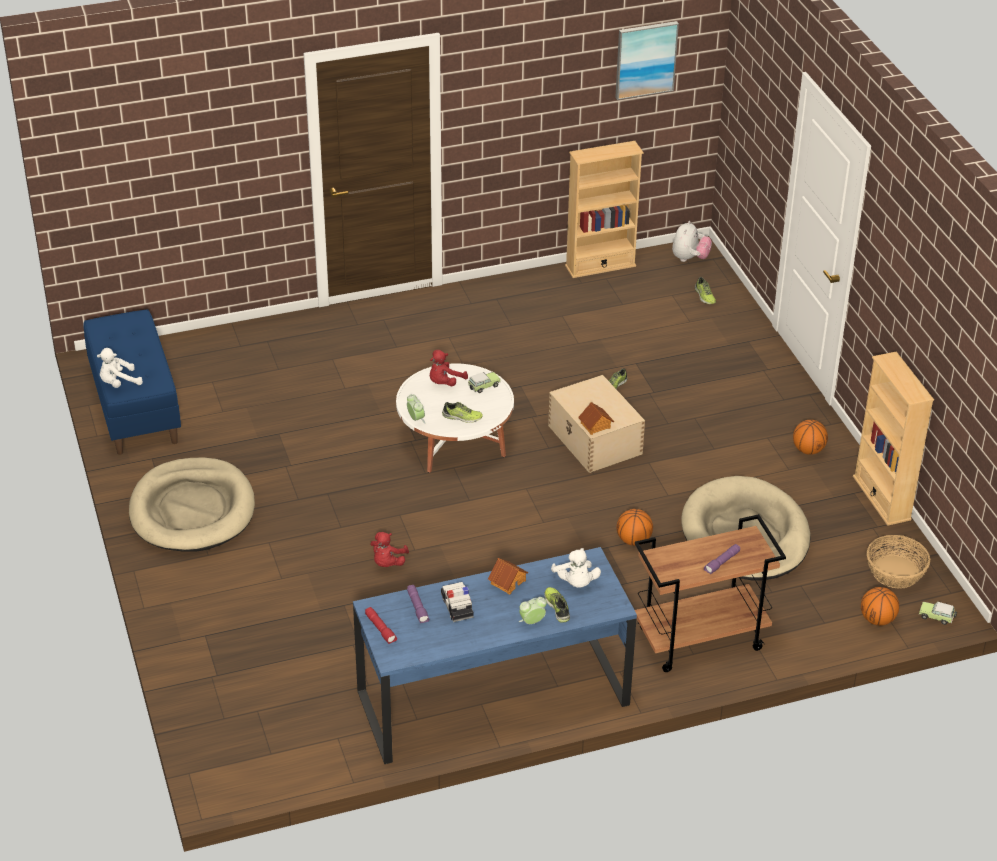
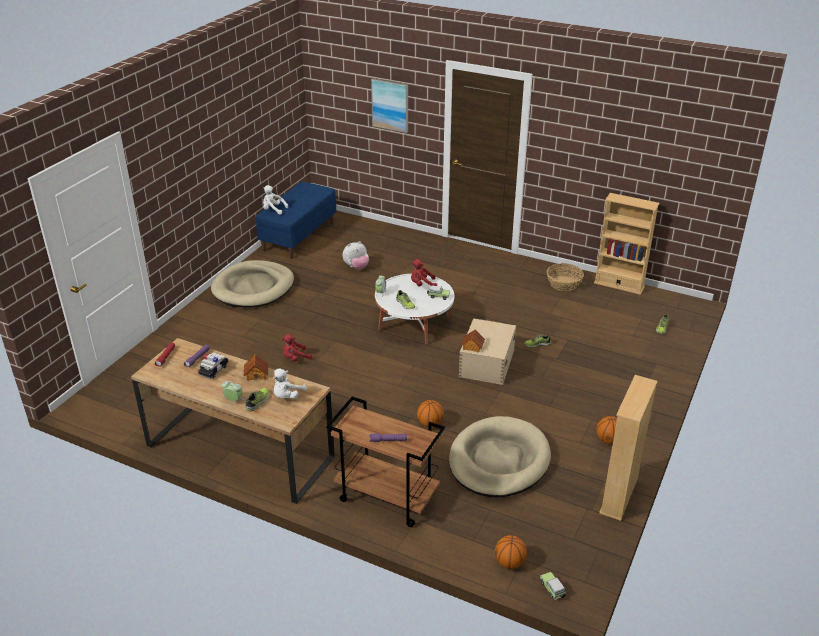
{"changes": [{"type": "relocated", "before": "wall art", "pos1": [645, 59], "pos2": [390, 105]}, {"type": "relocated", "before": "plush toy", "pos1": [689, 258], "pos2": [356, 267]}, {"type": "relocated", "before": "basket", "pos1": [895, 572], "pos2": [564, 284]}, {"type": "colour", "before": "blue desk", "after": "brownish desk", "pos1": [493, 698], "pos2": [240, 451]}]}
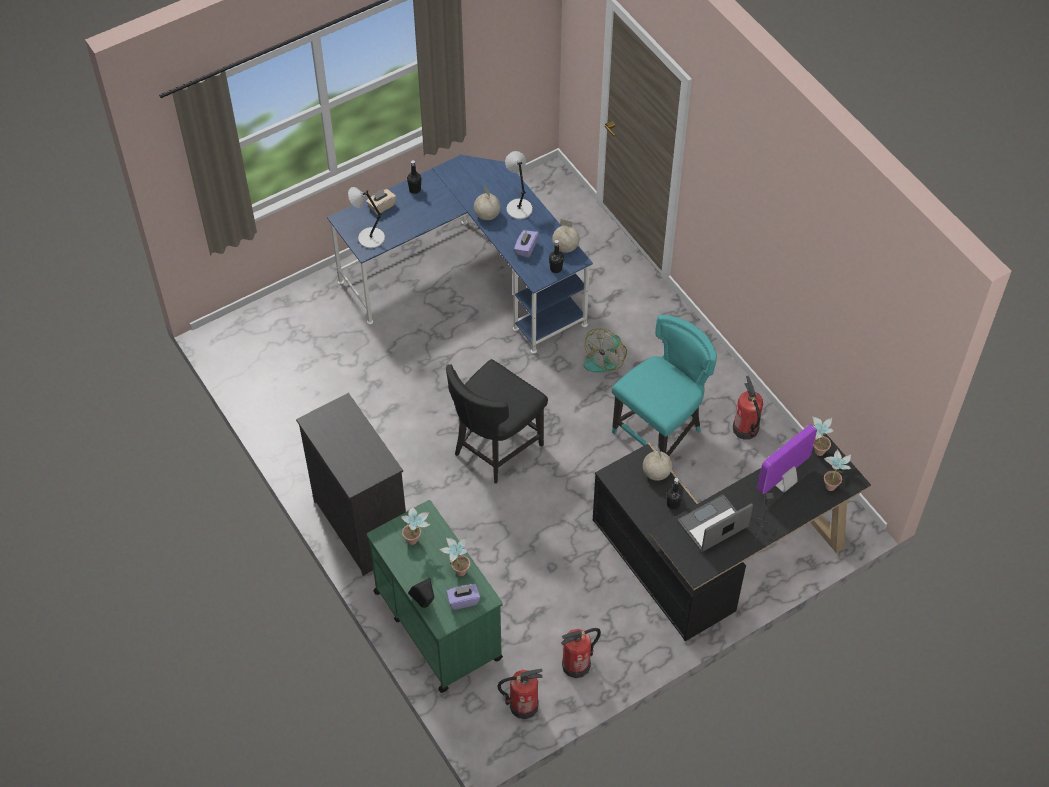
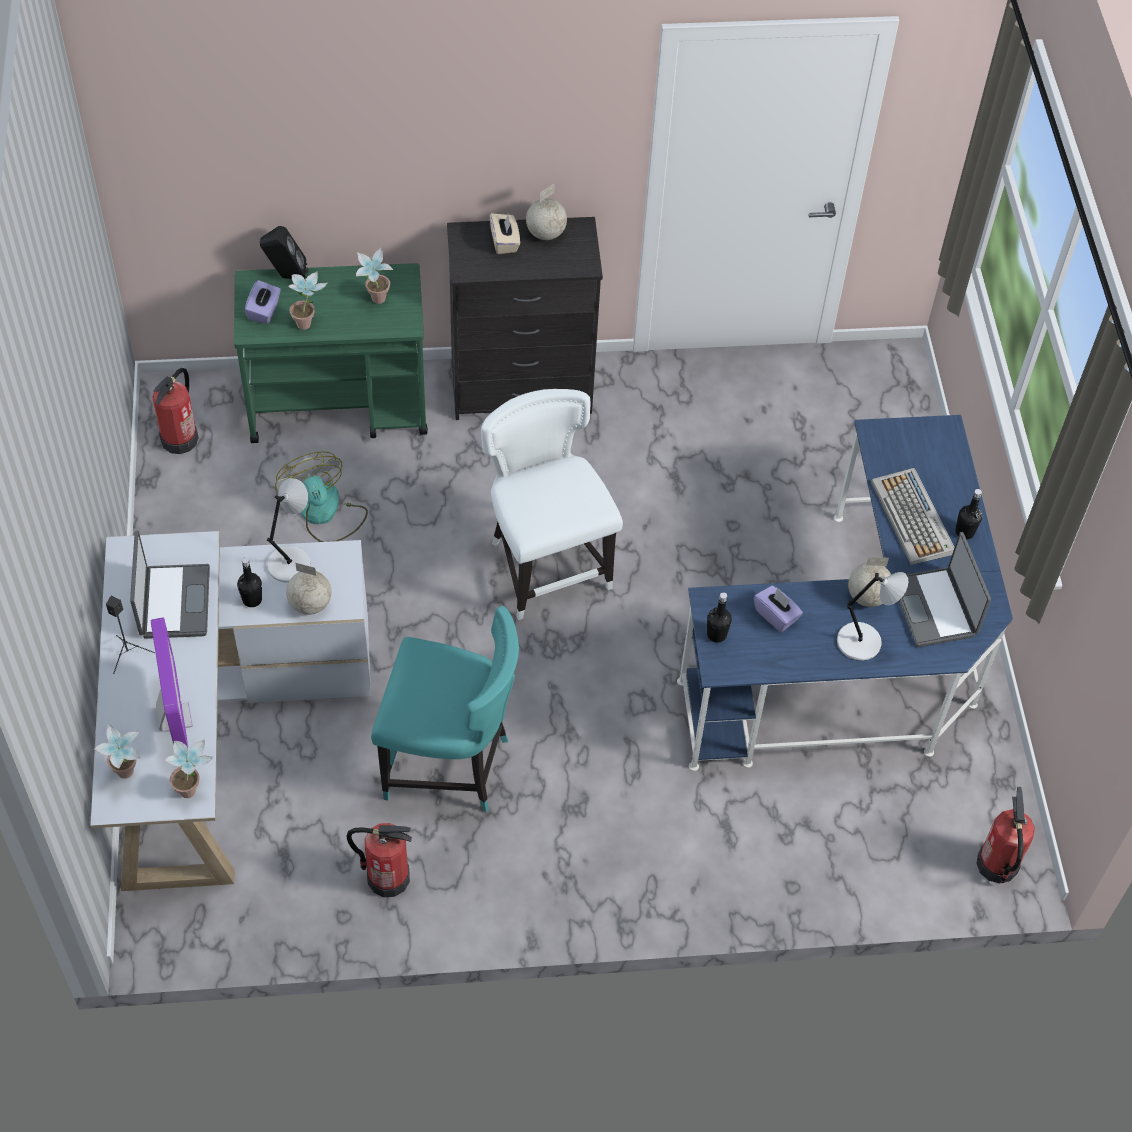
{"changes": [{"type": "appeared", "after": "keyboard", "pos2": [913, 518]}, {"type": "appeared", "after": "notebook computer", "pos2": [935, 608]}, {"type": "relocated", "before": "gray lamp for a table", "pos1": [369, 238], "pos2": [290, 563]}, {"type": "relocated", "before": "beige-coloured box of tissues", "pos1": [381, 206], "pos2": [504, 242]}, {"type": "relocated", "before": "desk globe", "pos1": [565, 248], "pos2": [545, 233]}, {"type": "relocated", "before": "fire extinguisher", "pos1": [576, 665], "pos2": [997, 865]}, {"type": "relocated", "before": "fan", "pos1": [606, 358], "pos2": [325, 514]}, {"type": "colour", "before": "black-coloured plain chair", "after": "white-coloured plain chair", "pos1": [495, 448], "pos2": [546, 565]}, {"type": "colour", "before": "black-coloured desk", "after": "white-coloured desk", "pos1": [717, 558], "pos2": [217, 730]}, {"type": "spun", "before": "turquoise-coloured plain chair", "pos1": [660, 433], "pos2": [449, 765], "turn": -60}]}
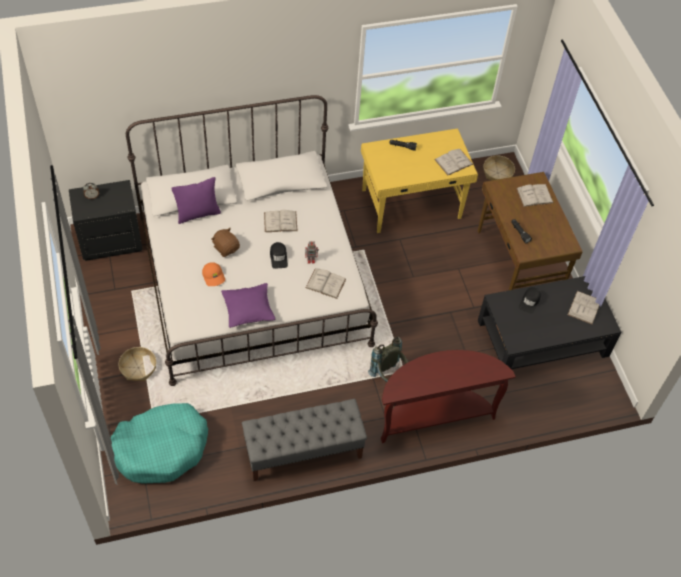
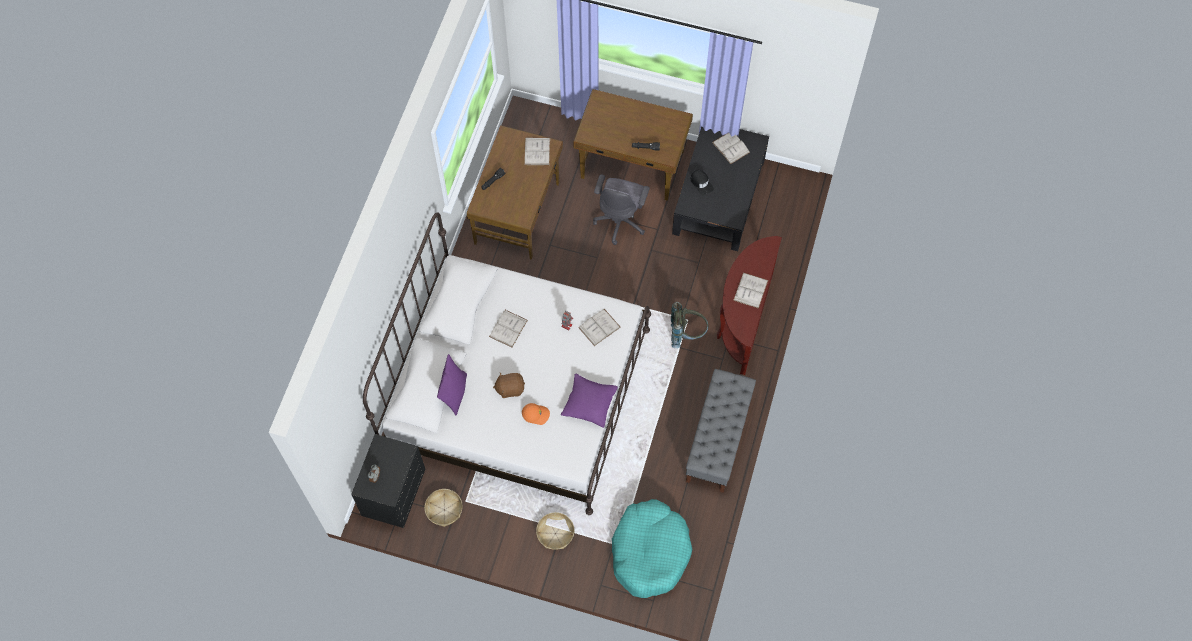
{"changes": [{"type": "missing", "before": "black-coloured peaked cap", "pos1": [278, 257]}, {"type": "appeared", "after": "gray computer chair", "pos2": [620, 221]}, {"type": "relocated", "before": "basket", "pos1": [497, 173], "pos2": [444, 510]}, {"type": "relocated", "before": "white-coloured bound book", "pos1": [534, 195], "pos2": [750, 290]}, {"type": "colour", "before": "yellow desk", "after": "brownish desk", "pos1": [412, 204], "pos2": [518, 213]}]}
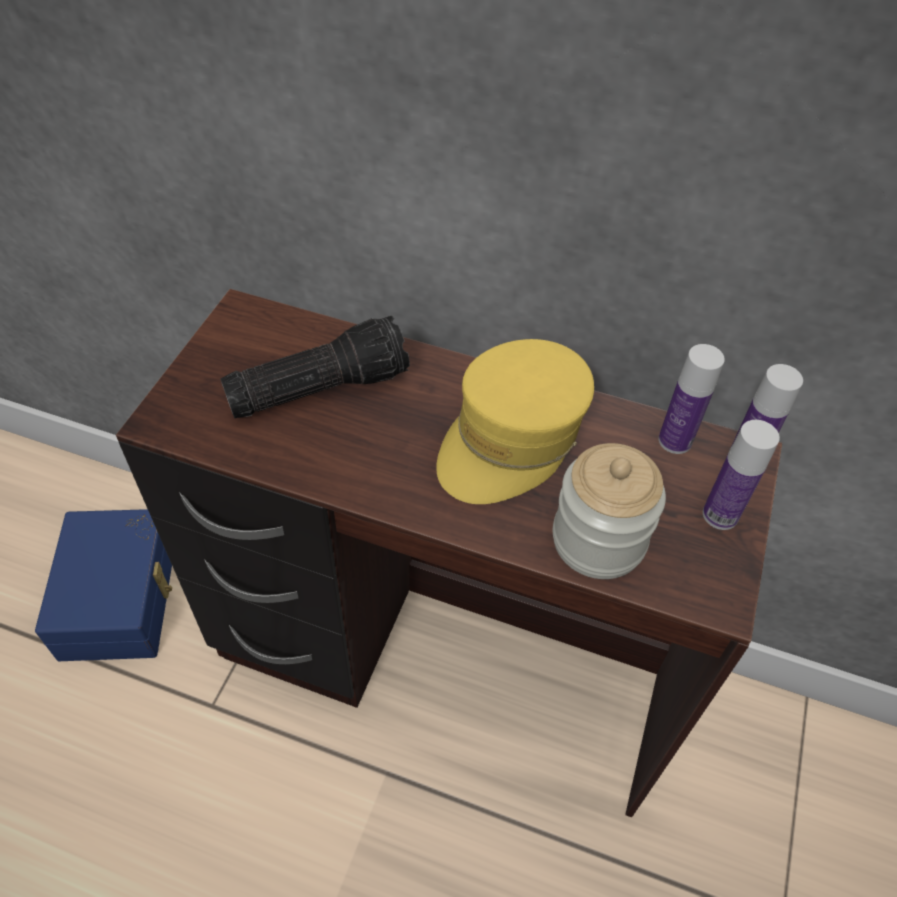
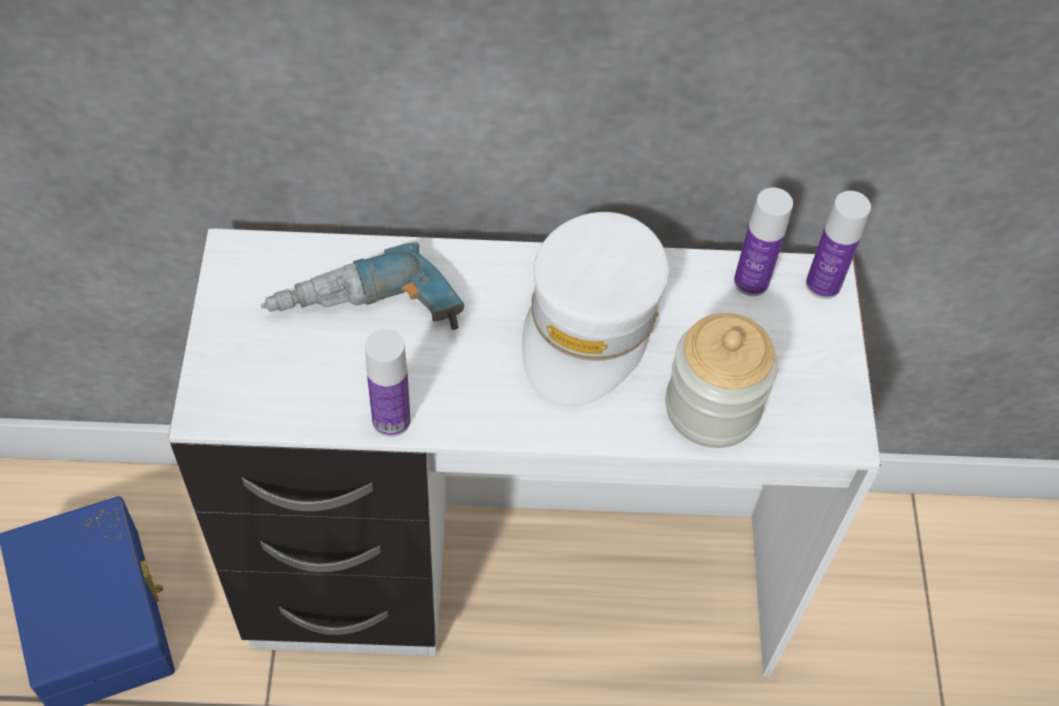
{"changes": [{"type": "relocated", "before": "drink bottle", "pos1": [720, 515], "pos2": [391, 420]}, {"type": "exchanged", "before": "hand torch", "after": "electric drill", "pos1": [319, 386], "pos2": [365, 320]}, {"type": "colour", "before": "brownish desk", "after": "white-coloured desk", "pos1": [441, 667], "pos2": [514, 582]}, {"type": "colour", "before": "yellow peaked cap", "after": "white-coloured peaked cap", "pos1": [512, 438], "pos2": [590, 324]}]}
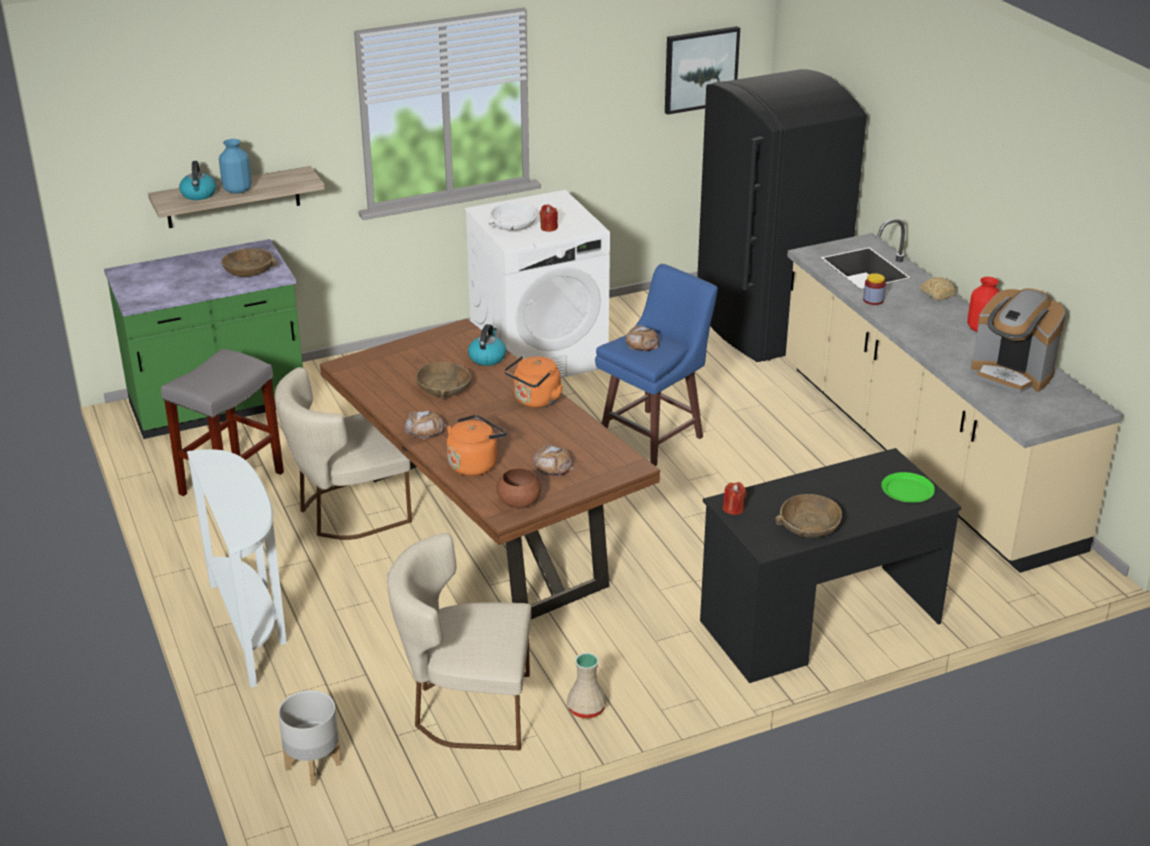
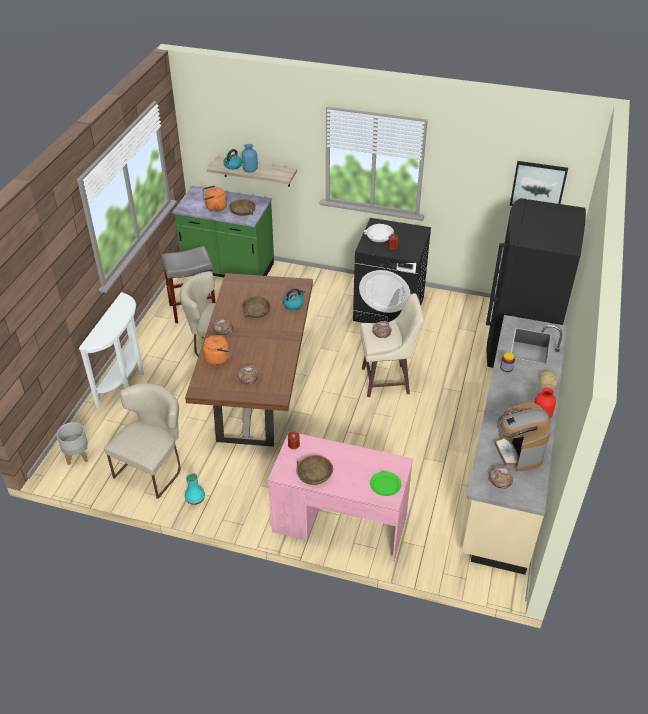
{"changes": [{"type": "missing", "before": "brownish bowl", "pos1": [519, 503]}, {"type": "appeared", "after": "bakery bread", "pos2": [501, 478]}, {"type": "relocated", "before": "orangey water kettle", "pos1": [535, 401], "pos2": [214, 207]}, {"type": "colour", "before": "white-coloured laundry appliance", "after": "black-coloured laundry appliance", "pos1": [539, 355], "pos2": [389, 308]}, {"type": "colour", "before": "beige-coloured vase", "after": "turquoise-coloured vase", "pos1": [587, 709], "pos2": [195, 499]}, {"type": "colour", "before": "blue stool seat", "after": "beige-coloured stool seat", "pos1": [654, 437], "pos2": [387, 381]}, {"type": "colour", "before": "black-coloured desk", "after": "pinkish desk", "pos1": [819, 622], "pos2": [339, 523]}, {"type": "spun", "before": "beige-coloured plain chair", "pos1": [465, 709], "pos2": [153, 468], "turn": 75}]}
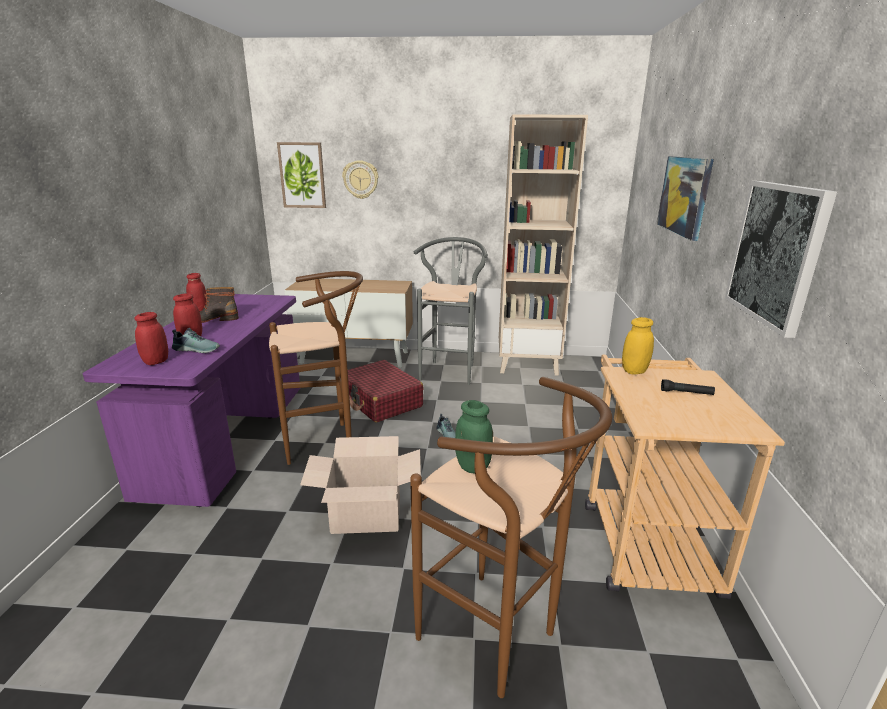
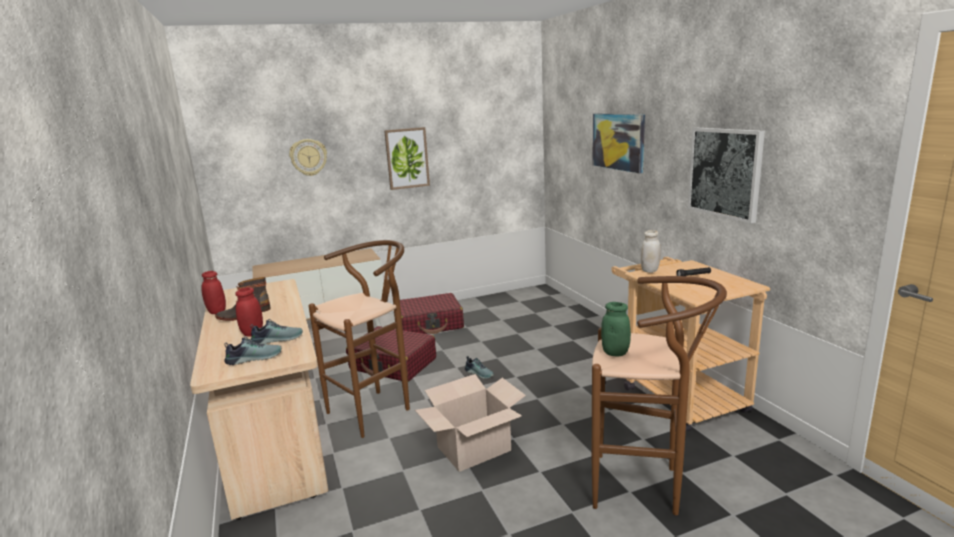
{"changes": [{"type": "missing", "before": "beige-coloured bookcase", "pos1": [528, 364]}, {"type": "relocated", "before": "wall art", "pos1": [302, 175], "pos2": [407, 158]}, {"type": "exchanged", "before": "red storage jar", "after": "shoe", "pos1": [156, 362], "pos2": [254, 358]}, {"type": "exchanged", "before": "gray stool seat", "after": "red piece of luggage", "pos1": [450, 370], "pos2": [430, 324]}, {"type": "colour", "before": "purple desk", "after": "beige-coloured desk", "pos1": [229, 437], "pos2": [275, 436]}, {"type": "colour", "before": "yellow storage jar", "after": "white-coloured storage jar", "pos1": [634, 371], "pos2": [650, 270]}]}
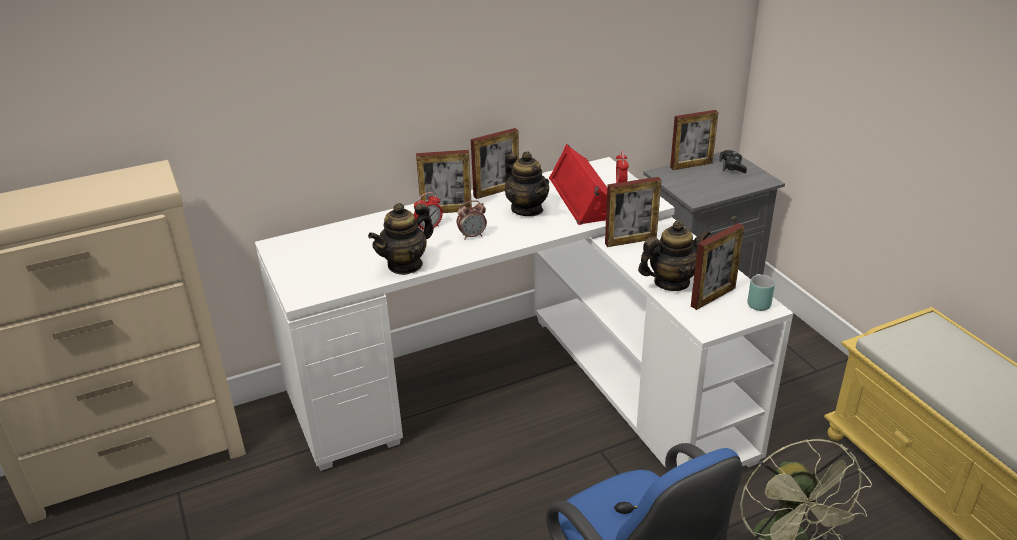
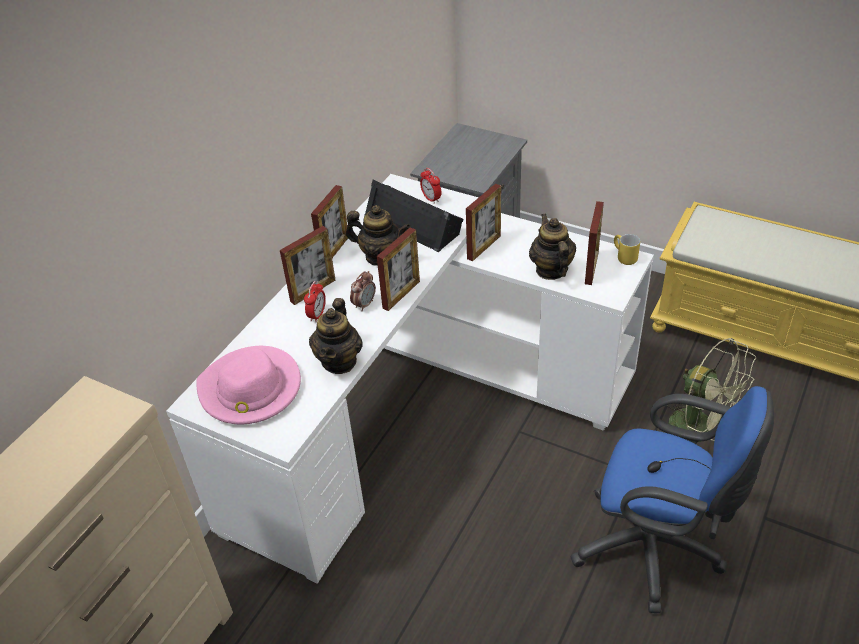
{"changes": [{"type": "missing", "before": "black-coloured game controller", "pos1": [732, 166]}, {"type": "appeared", "after": "pinkish clothing hat", "pos2": [250, 390]}, {"type": "relocated", "before": "standing frame", "pos1": [691, 165], "pos2": [401, 294]}, {"type": "colour", "before": "red speaker", "after": "black-coloured speaker", "pos1": [584, 197], "pos2": [414, 223]}, {"type": "colour", "before": "turquoise-coloured coffee mug", "after": "yellow coffee mug", "pos1": [756, 302], "pos2": [623, 258]}, {"type": "spun", "before": "tea pot", "pos1": [671, 282], "pos2": [551, 270], "turn": -45}]}
